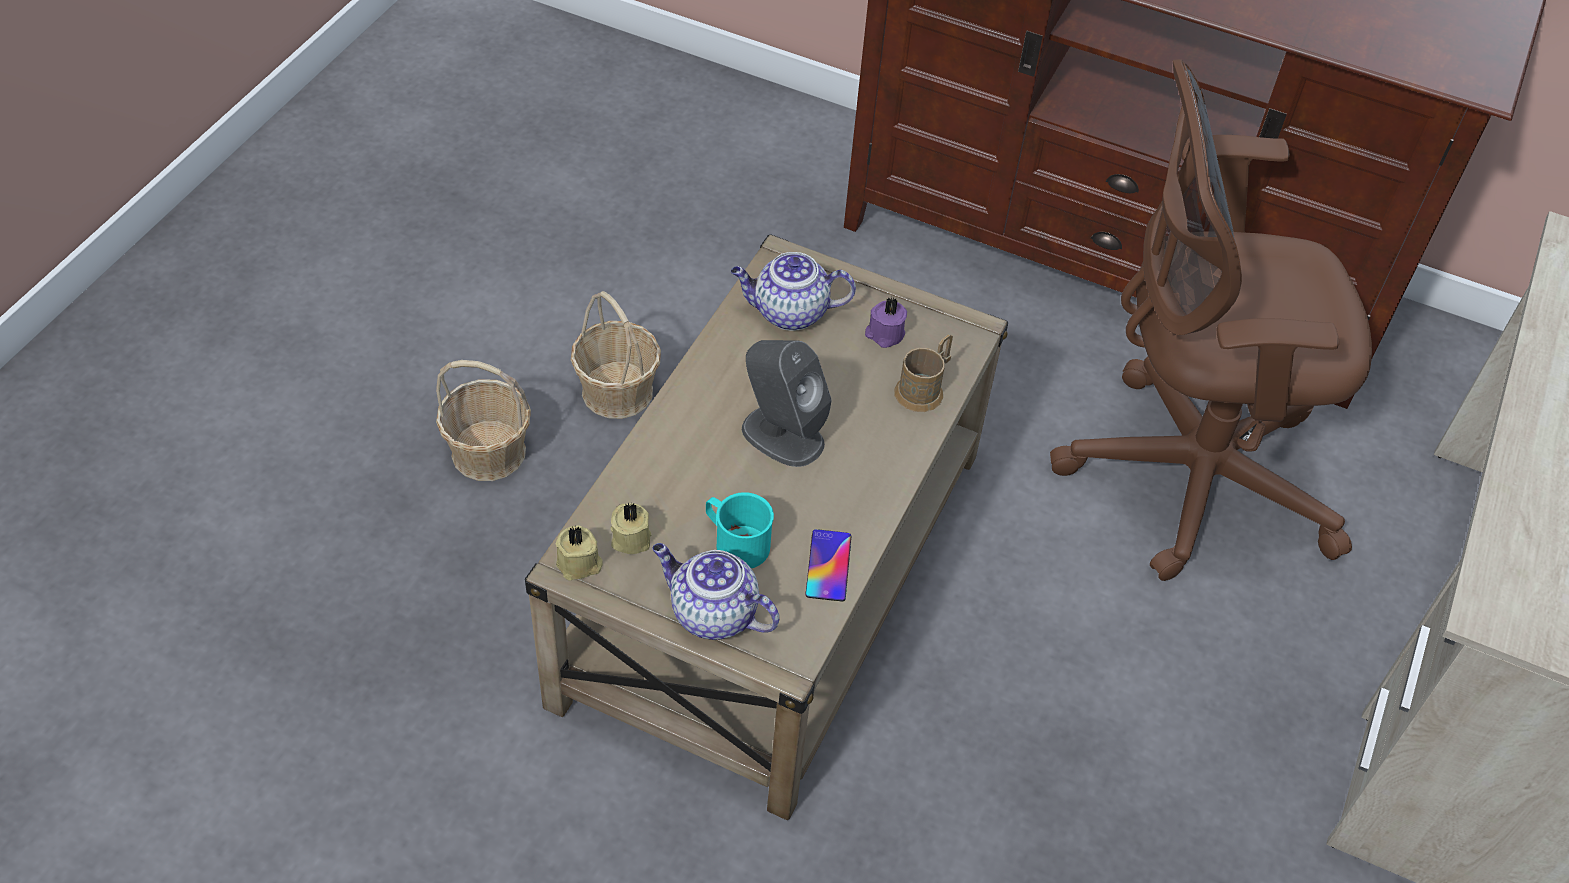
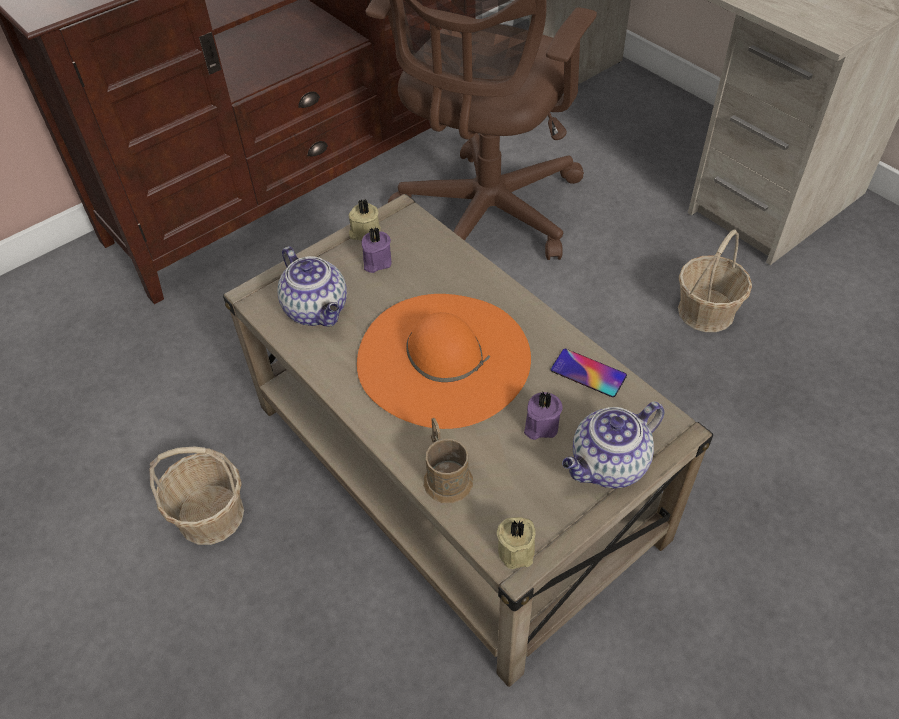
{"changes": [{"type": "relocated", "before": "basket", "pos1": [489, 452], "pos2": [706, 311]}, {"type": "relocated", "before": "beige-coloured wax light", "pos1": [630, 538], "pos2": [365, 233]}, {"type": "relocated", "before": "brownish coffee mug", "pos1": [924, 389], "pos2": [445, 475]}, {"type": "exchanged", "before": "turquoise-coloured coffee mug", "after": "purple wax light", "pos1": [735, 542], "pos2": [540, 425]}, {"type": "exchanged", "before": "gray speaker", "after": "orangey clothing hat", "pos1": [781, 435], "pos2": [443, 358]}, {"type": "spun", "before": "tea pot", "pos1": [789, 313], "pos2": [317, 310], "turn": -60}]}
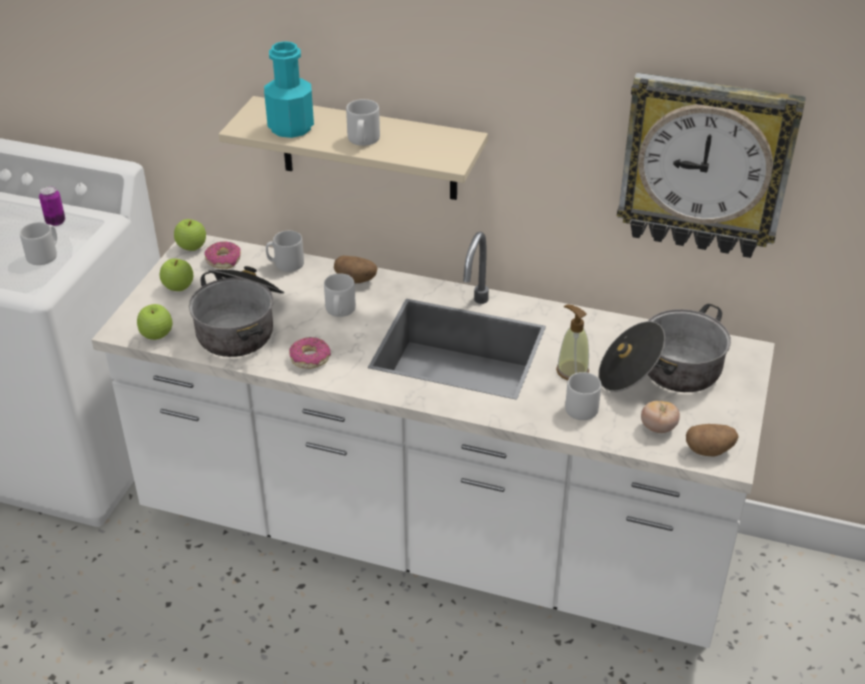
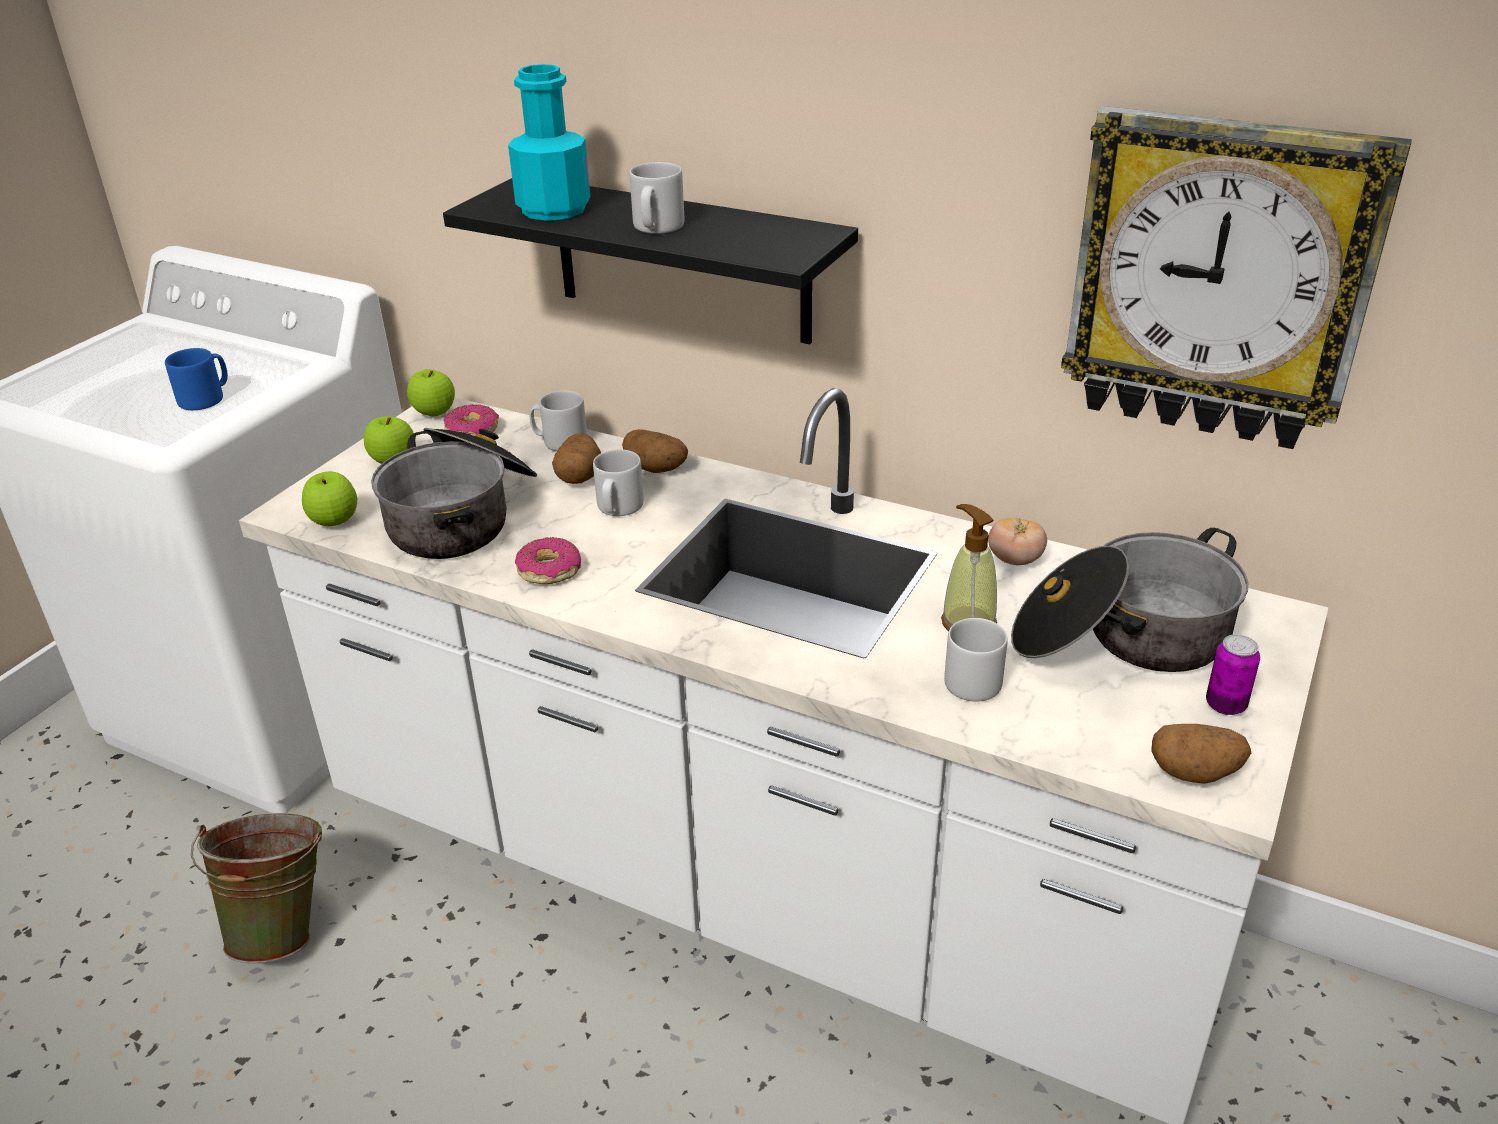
{"changes": [{"type": "appeared", "after": "green-coloured pail", "pos2": [284, 927]}, {"type": "appeared", "after": "whole potato", "pos2": [579, 476]}, {"type": "relocated", "before": "sealed can", "pos1": [55, 222], "pos2": [1225, 705]}, {"type": "relocated", "before": "fresh tomato", "pos1": [658, 428], "pos2": [1015, 560]}, {"type": "colour", "before": "gray coffee mug", "after": "blue coffee mug", "pos1": [45, 255], "pos2": [206, 398]}, {"type": "colour", "before": "beige-coloured bracket shelf", "after": "black-coloured bracket shelf", "pos1": [369, 149], "pos2": [681, 260]}]}
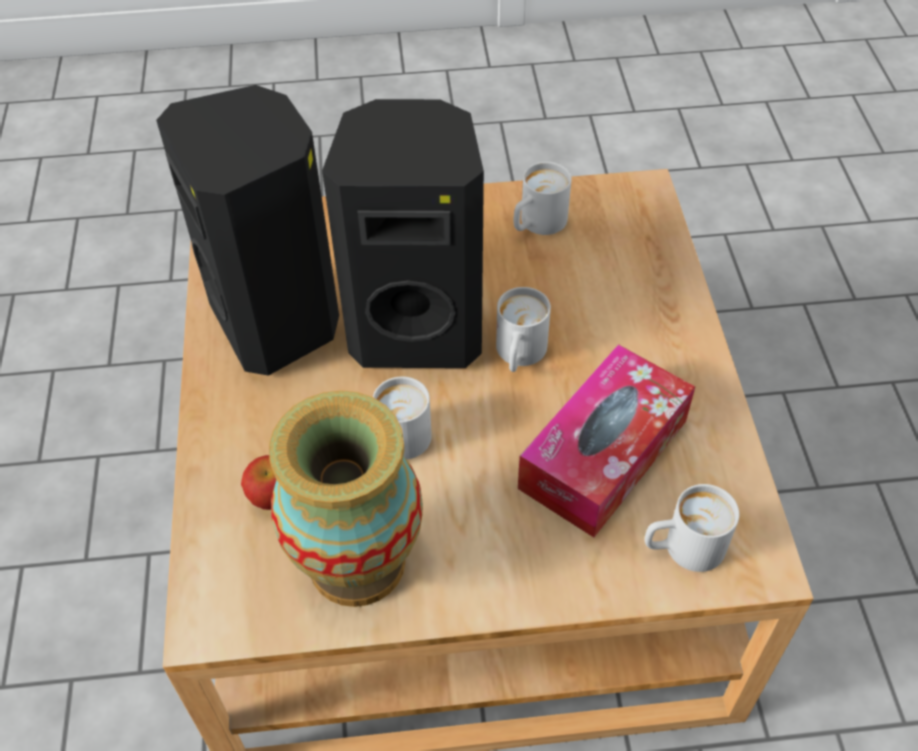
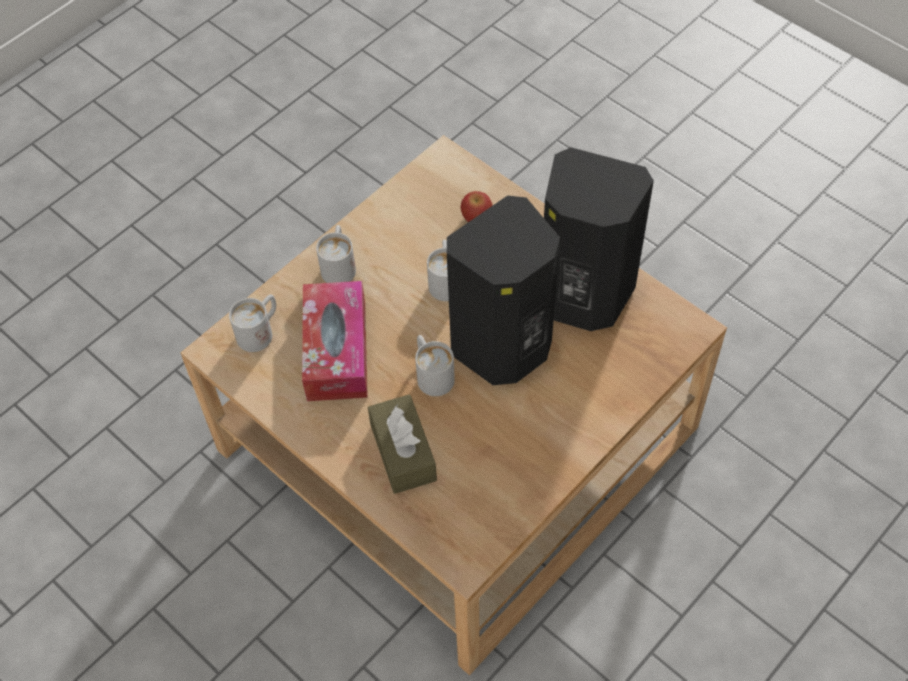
{"changes": [{"type": "missing", "before": "vase", "pos1": [356, 562]}, {"type": "appeared", "after": "brownish box of tissues", "pos2": [403, 452]}, {"type": "relocated", "before": "white-coloured coffee mug", "pos1": [536, 224], "pos2": [339, 265]}]}
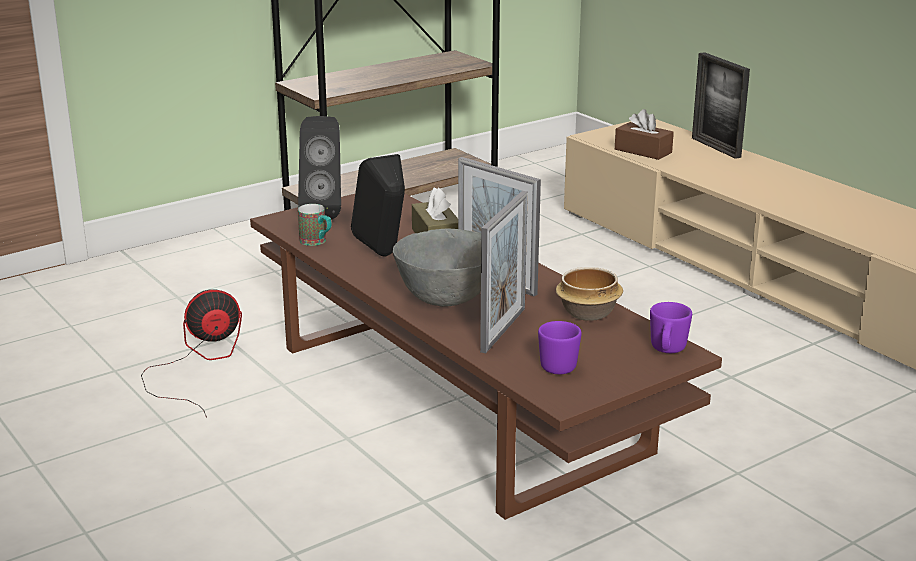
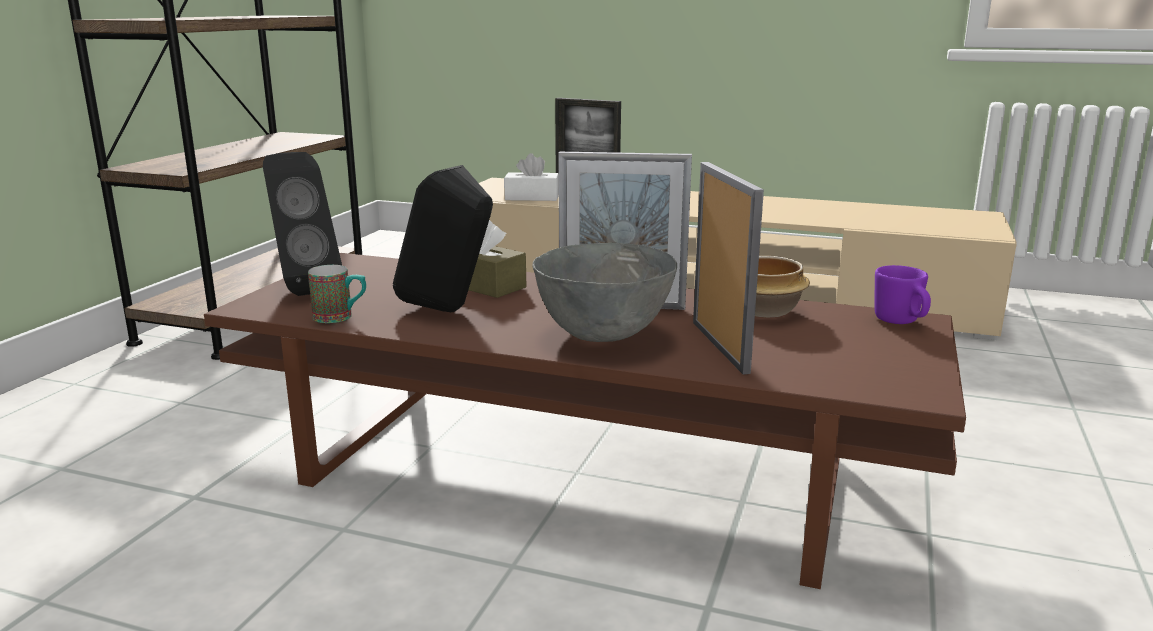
{"changes": [{"type": "missing", "before": "fan", "pos1": [199, 363]}, {"type": "missing", "before": "purple coffee mug", "pos1": [562, 365]}, {"type": "colour", "before": "brownish box of tissues", "after": "white-coloured box of tissues", "pos1": [643, 151], "pos2": [532, 197]}]}
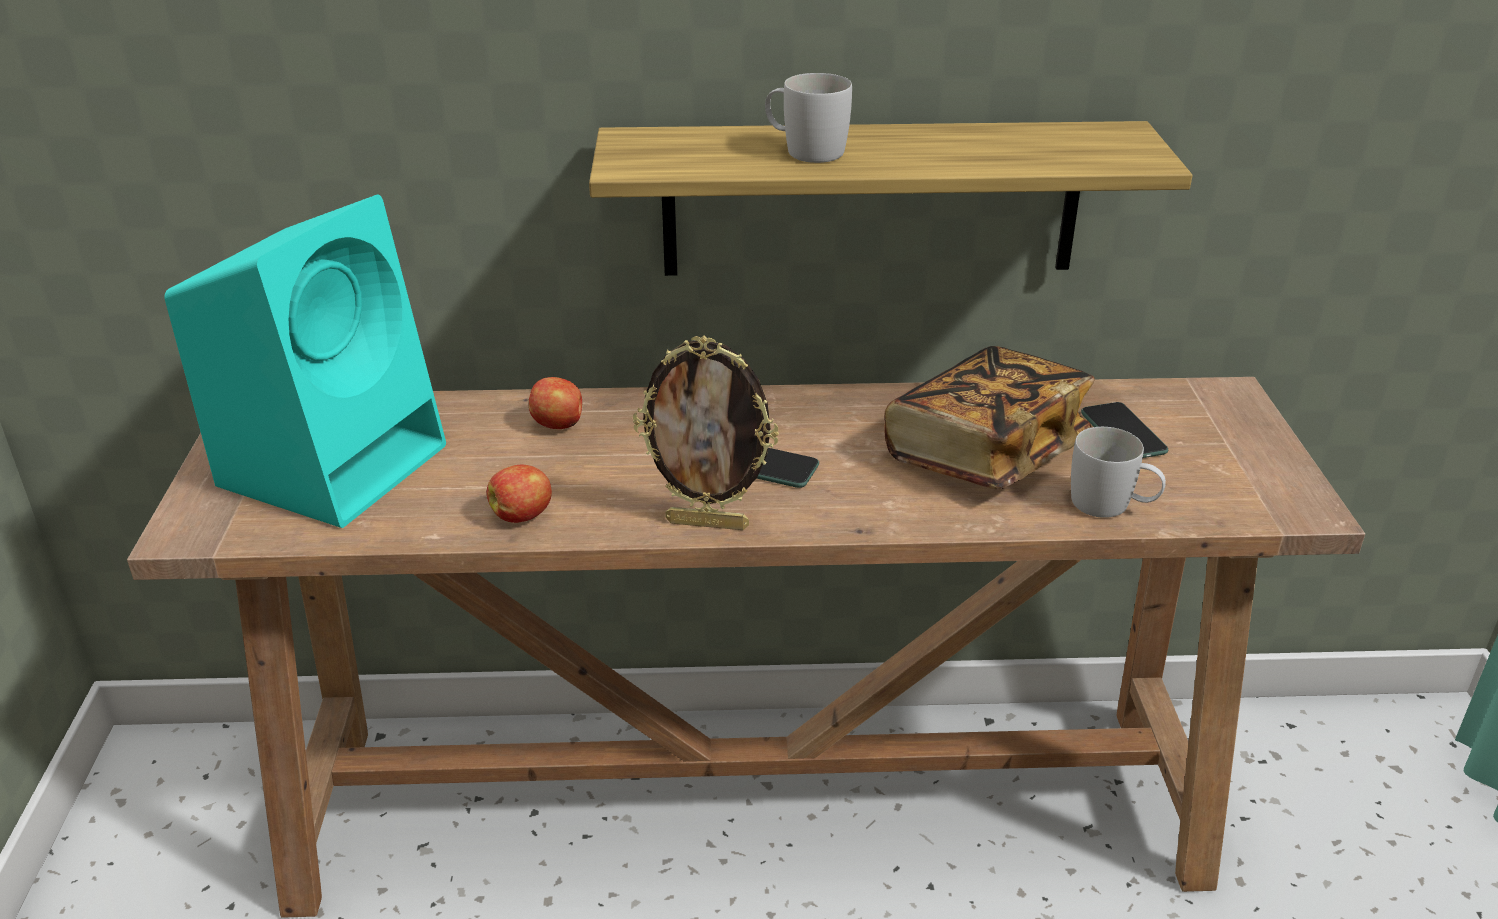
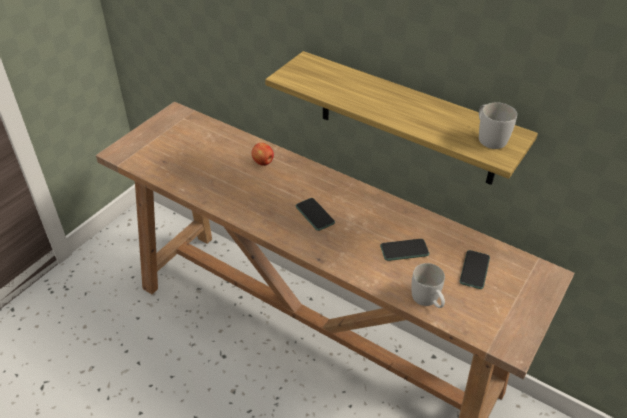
{"changes": [{"type": "missing", "before": "turquoise-coloured speaker", "pos1": [336, 462]}, {"type": "missing", "before": "apple", "pos1": [522, 516]}, {"type": "missing", "before": "standing frame", "pos1": [708, 523]}, {"type": "relocated", "before": "white-coloured coffee mug", "pos1": [804, 150], "pos2": [489, 137]}, {"type": "exchanged", "before": "bound book", "after": "handset", "pos1": [985, 453], "pos2": [404, 250]}]}
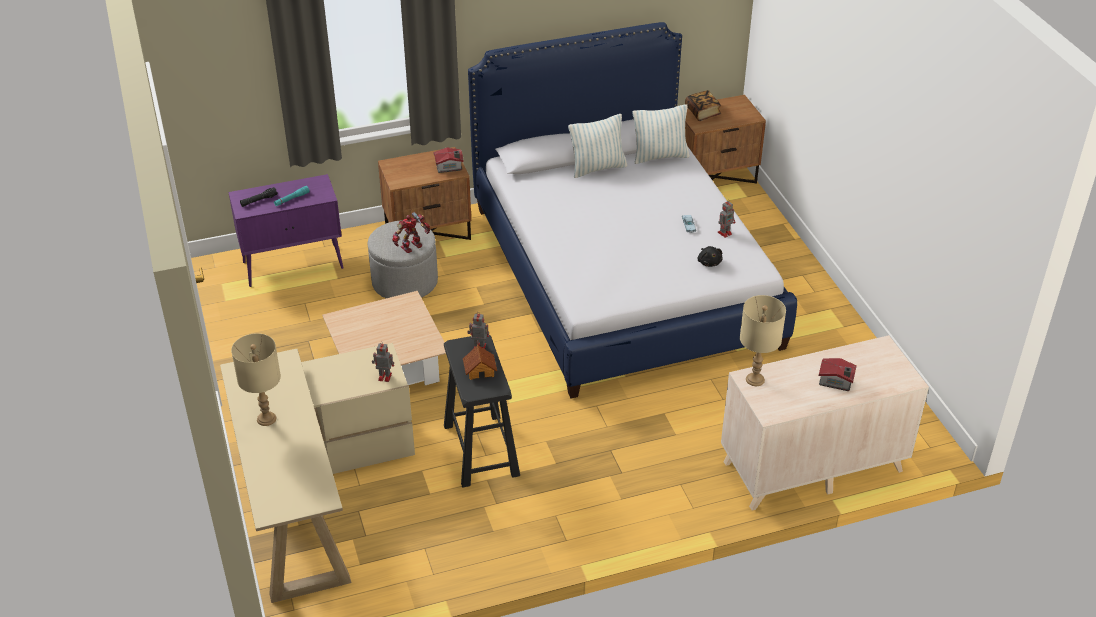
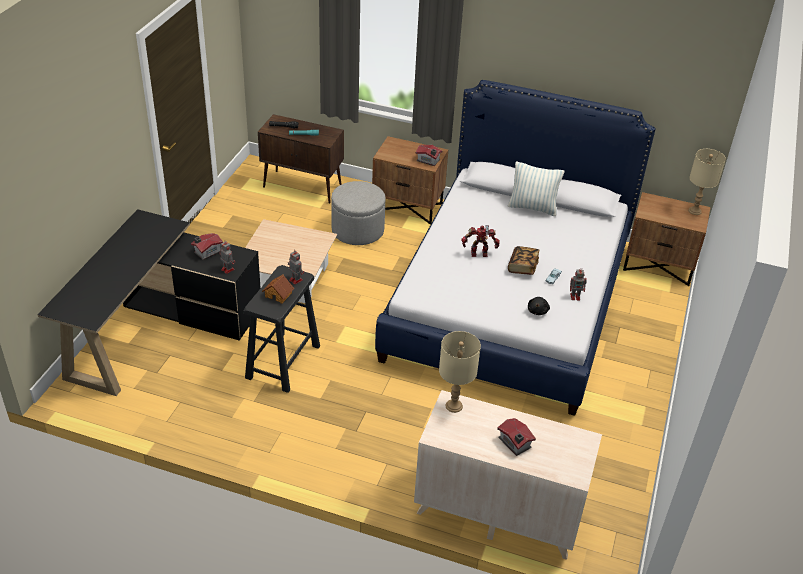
{"changes": [{"type": "missing", "before": "cushion", "pos1": [660, 156]}, {"type": "appeared", "after": "model house", "pos2": [207, 252]}, {"type": "relocated", "before": "beige-coloured lamp for a table", "pos1": [266, 418], "pos2": [694, 211]}, {"type": "relocated", "before": "robot figure", "pos1": [412, 247], "pos2": [479, 254]}, {"type": "relocated", "before": "bound book", "pos1": [702, 112], "pos2": [522, 267]}, {"type": "colour", "before": "beige-coloured desk", "after": "black-coloured desk", "pos1": [313, 494], "pos2": [157, 330]}, {"type": "colour", "before": "purple cabinet", "after": "brownish cabinet", "pos1": [294, 265], "pos2": [303, 187]}]}
